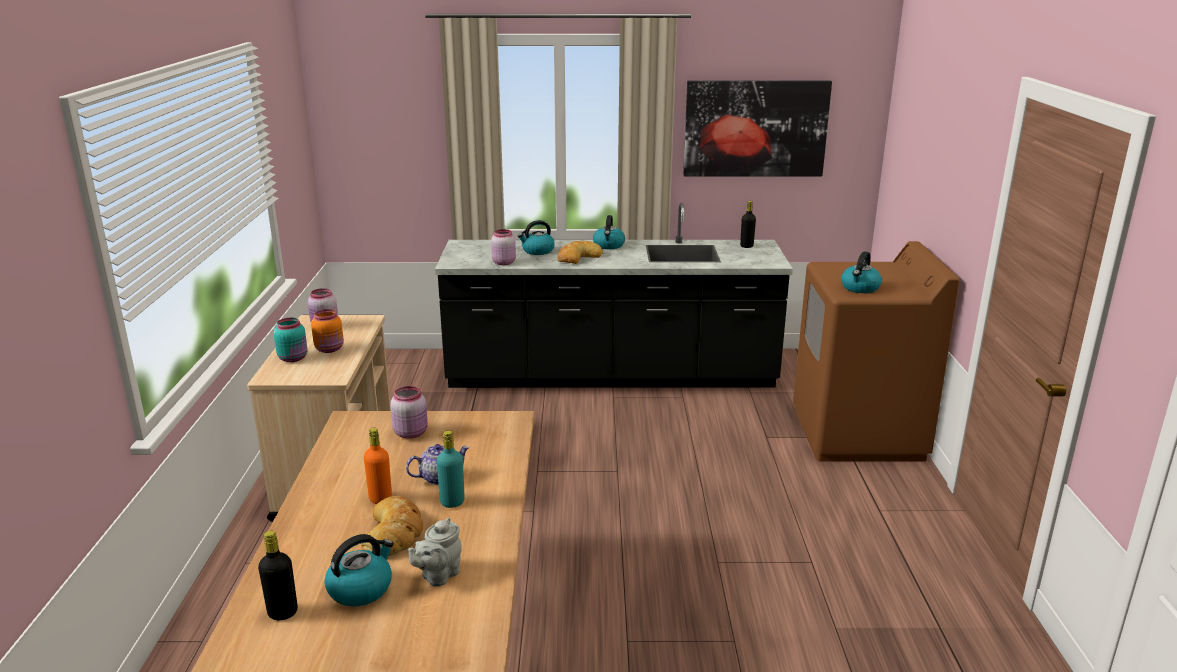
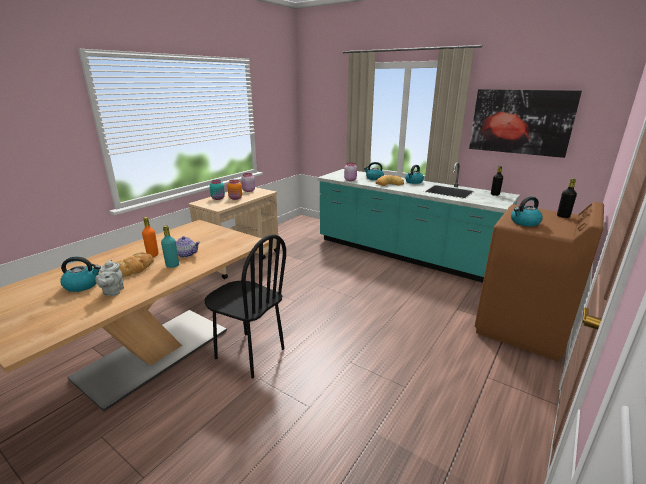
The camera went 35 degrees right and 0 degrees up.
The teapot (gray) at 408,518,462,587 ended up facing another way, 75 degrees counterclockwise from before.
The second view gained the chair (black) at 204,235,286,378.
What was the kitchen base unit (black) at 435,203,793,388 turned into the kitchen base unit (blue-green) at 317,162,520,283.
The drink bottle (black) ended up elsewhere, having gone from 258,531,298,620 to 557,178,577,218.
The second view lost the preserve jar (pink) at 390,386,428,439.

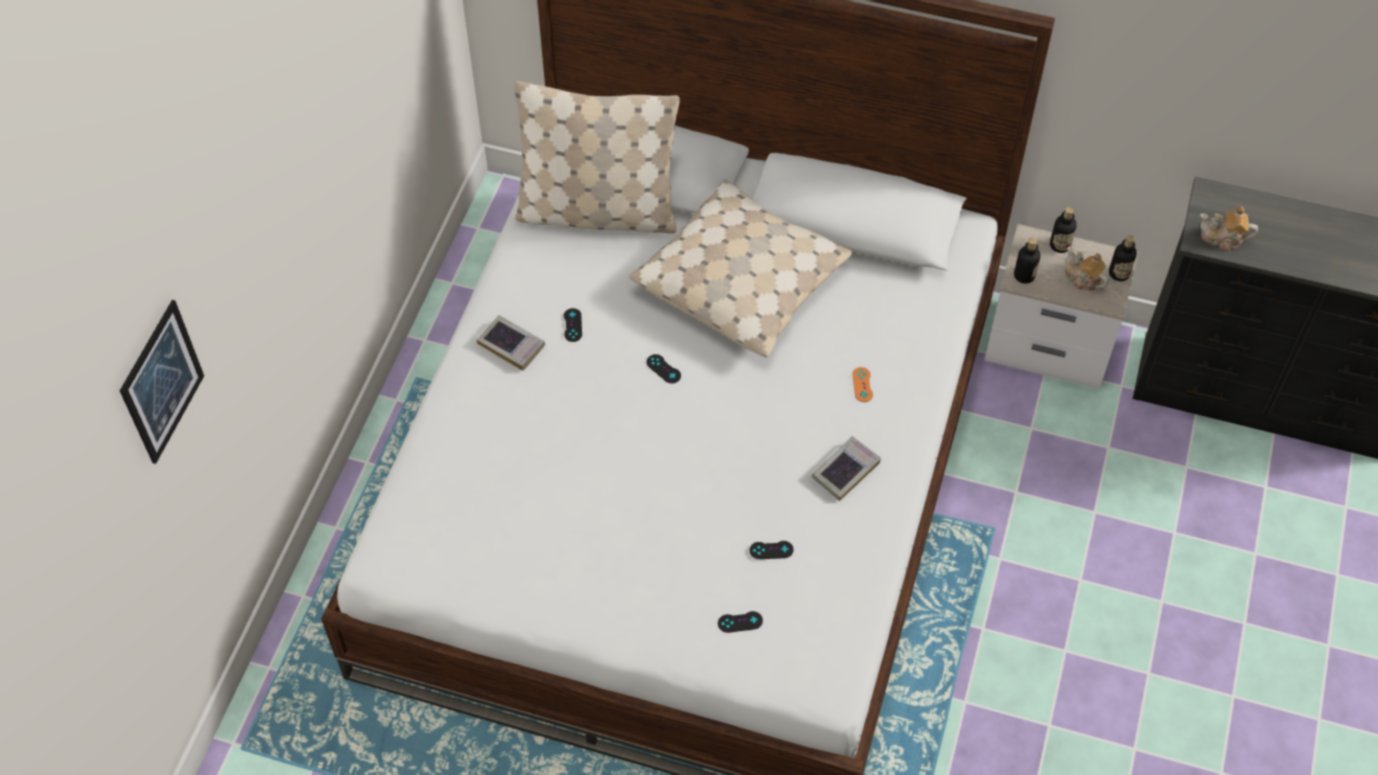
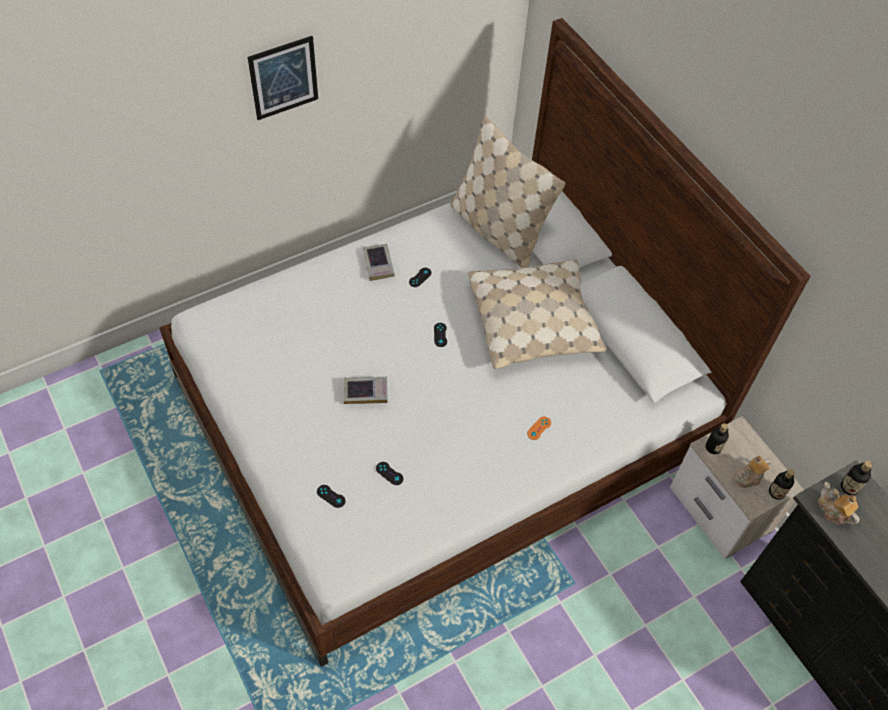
The camera went 40 degrees right and 0 degrees up.
The wall picture ended up elsewhere, having gone from 120,300,204,464 to 248,36,318,120.
The volume ended up elsewhere, having gone from 811,436,881,501 to 344,377,387,404.
The teapot at 1065,247,1109,291 ended up facing another way, 120 degrees counterclockwise from before.
The drink bottle ended up elsewhere, having gone from 1050,207,1077,253 to 841,461,873,495.

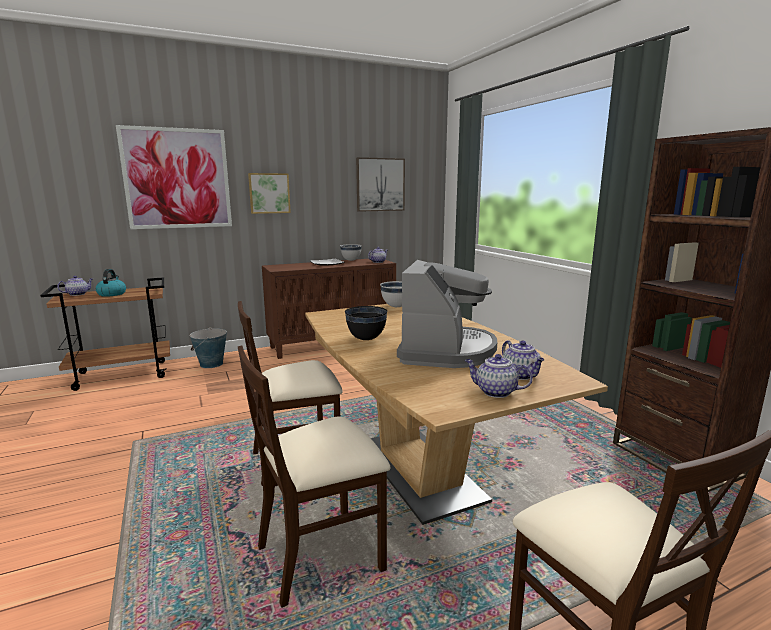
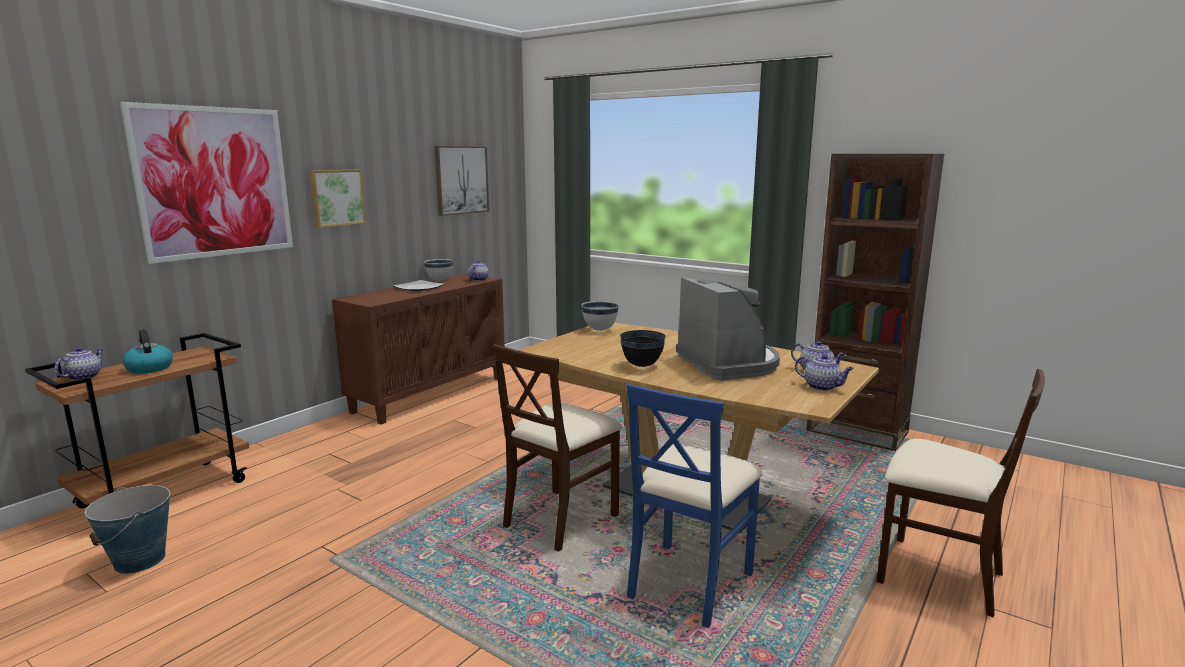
The camera went 30 degrees left and 0 degrees up.
The water bucket ended up elsewhere, having gone from 189,327,227,368 to 85,485,170,574.
What was the chair (beige) at 238,345,391,608 turned into the chair (bluish) at 627,384,763,628.
The teapot at 465,354,533,398 ended up facing another way, 135 degrees counterclockwise from before.

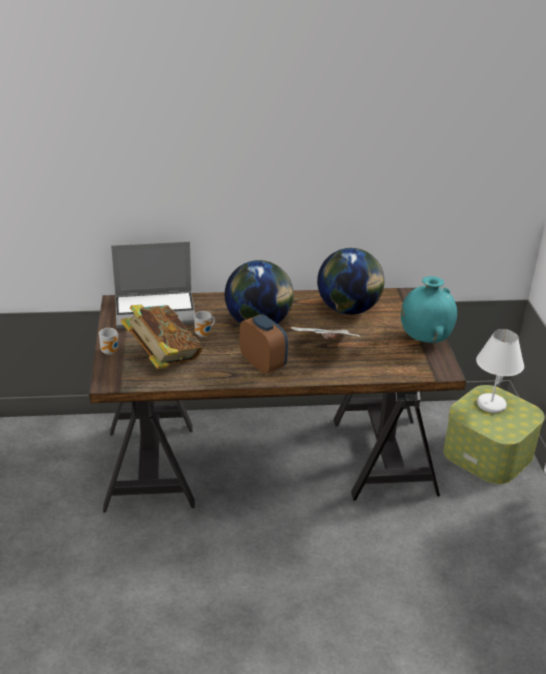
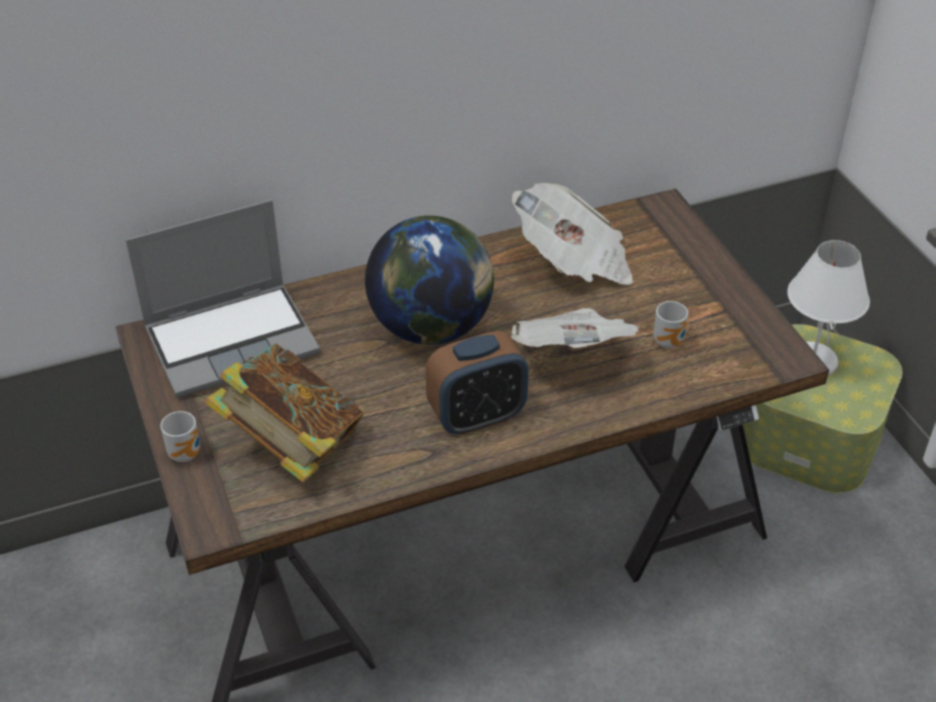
The camera went 15 degrees left and 10 degrees up.
The table clock at 240,314,288,374 ended up facing another way, 120 degrees clockwise from before.
Where the desk globe stood at 317,248,385,315, the daily paper came to stand at 512,183,633,285.
The coffee mug ended up elsewhere, having gone from 194,311,215,337 to 654,301,688,348.
The second view lost the decorative vase (blue-green) at 401,276,457,343.

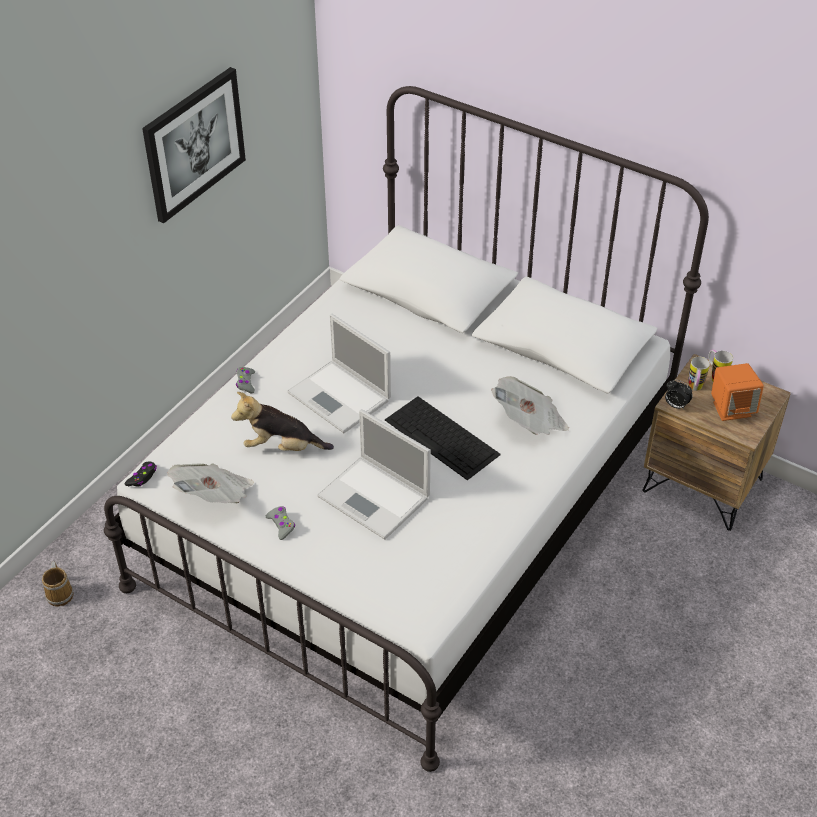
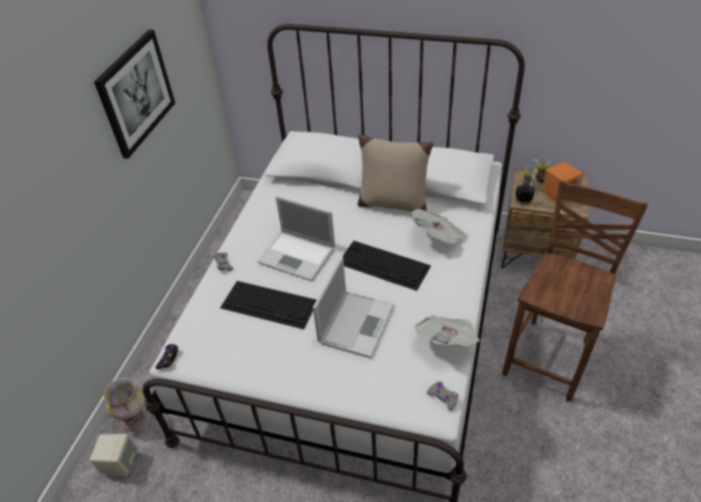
The camera went 15 degrees left and 0 degrees up.
Where the coffee mug stood at 42,561,74,606, the speaker (beige) came to stand at 89,434,138,477.
The second view gained the decorative vase at 104,378,151,432.
Where the plush toy stood at 231,392,334,451, the PC keyboard came to stand at 220,281,316,329.
The laptop at 317,409,431,540 ended up facing another way, 90 degrees counterclockwise from before.
The second view gained the pillow (beige) at 358,134,433,212.
The daily paper ended up elsewhere, having gone from 167,463,254,504 to 415,315,480,346.
The game controller (gray) ended up elsewhere, having gone from 266,506,295,540 to 427,381,458,411.
The second view gained the chair (brownish) at 502,180,649,402.

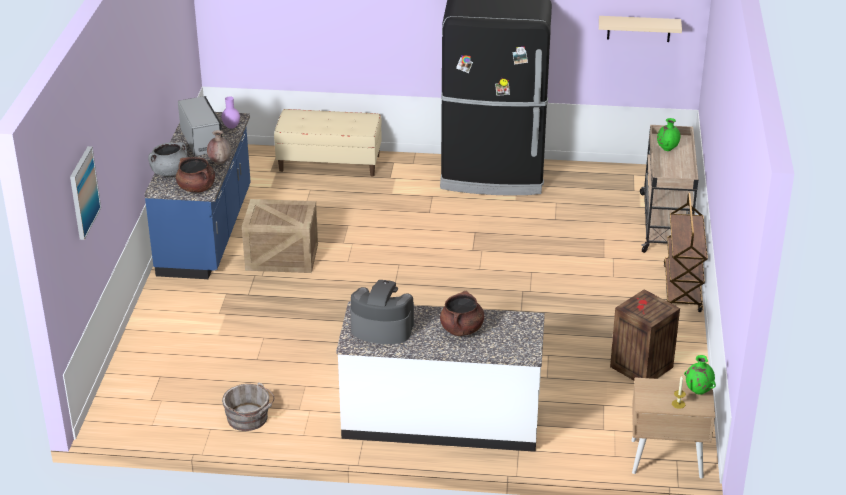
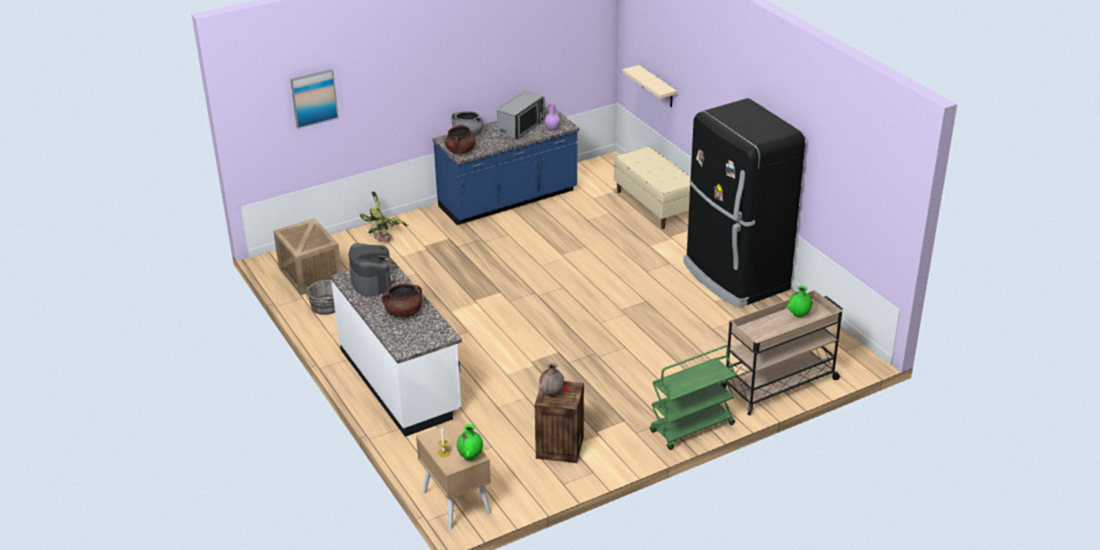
The camera went 55 degrees right and 0 degrees up.
The shipping crate ended up elsewhere, having gone from 242,199,318,273 to 273,218,342,295.
The second view gained the plant in a pot at 359,191,409,242.
The decorative vase (brownish) ended up elsewhere, having gone from 207,130,231,165 to 539,362,564,396.
The wall shelf (beige) ended up elsewhere, having gone from 599,16,682,42 to 622,65,677,107.
What was the trolley (brownish) at 664,193,708,312 turned into the trolley (green-coloured) at 650,345,736,450.

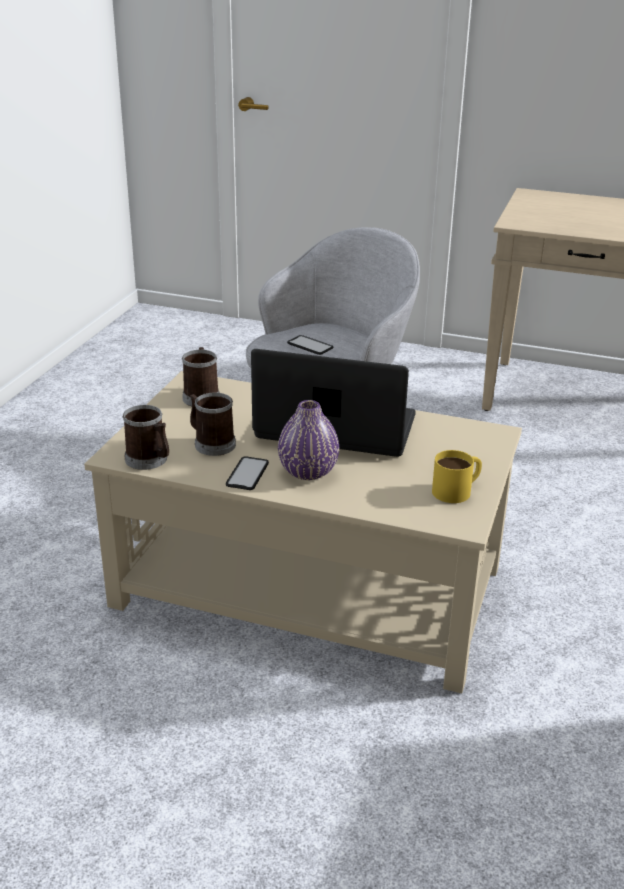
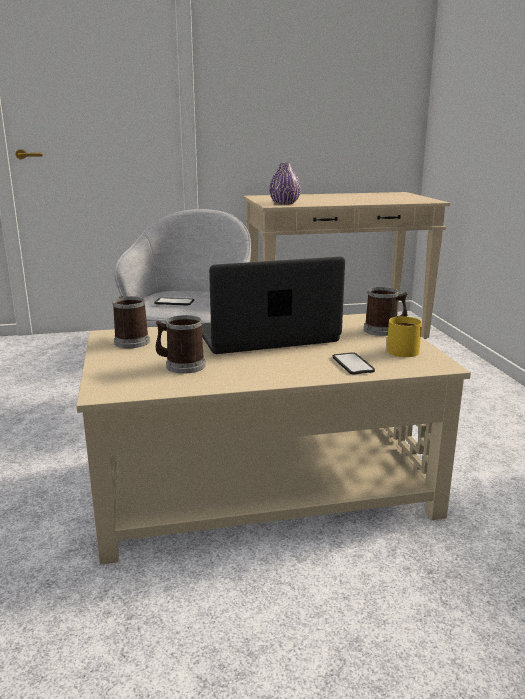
The camera went 30 degrees left and 10 degrees down.
The decorative vase (purple-coloured) ended up elsewhere, having gone from 278,400,339,480 to 269,163,301,205.
The phone ended up elsewhere, having gone from 226,456,269,490 to 333,352,375,374.
The coffee mug ended up elsewhere, having gone from 122,405,169,470 to 364,287,407,336.

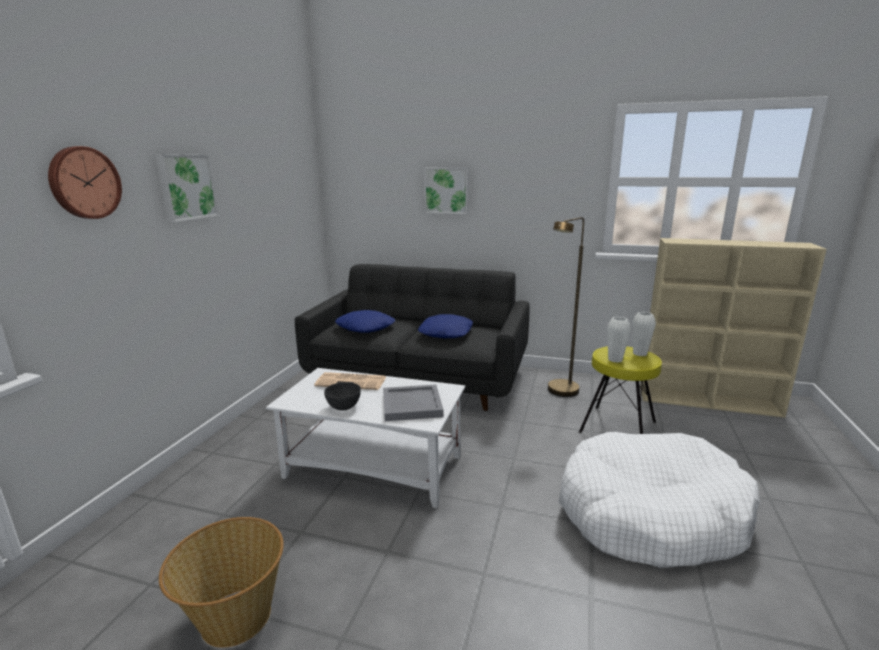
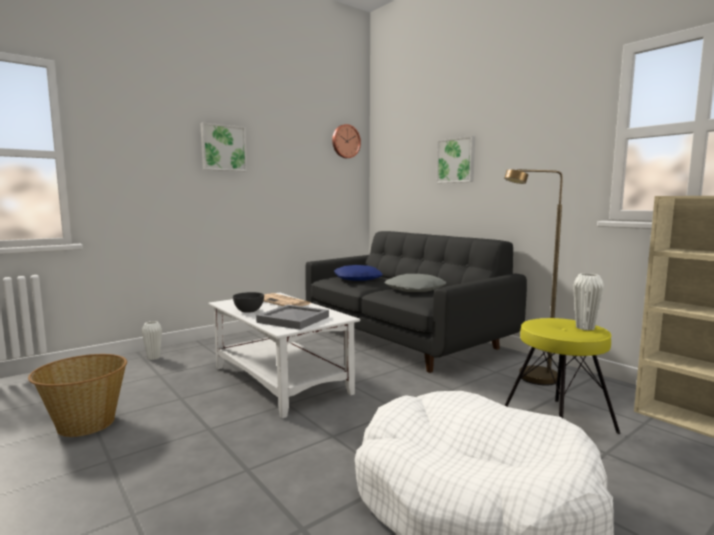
The camera went 35 degrees right and 10 degrees down.
The decorative vase (white) ended up elsewhere, having gone from 607,317,631,363 to 142,321,162,360.
The hanging clock ended up elsewhere, having gone from 48,146,122,219 to 332,124,361,158.
What was the pillow (bluish) at 418,314,473,338 turned into the pillow (gray) at 385,274,446,292.

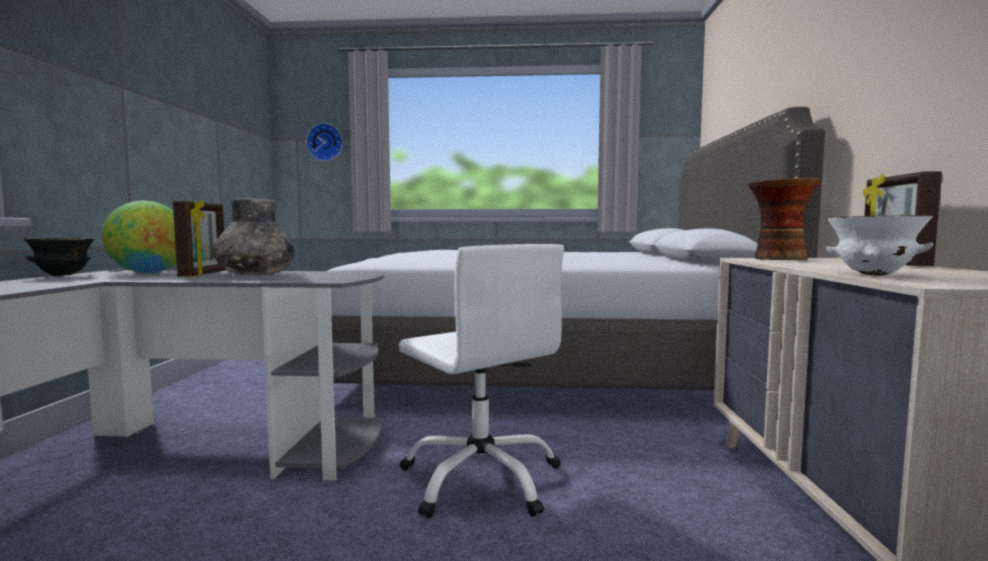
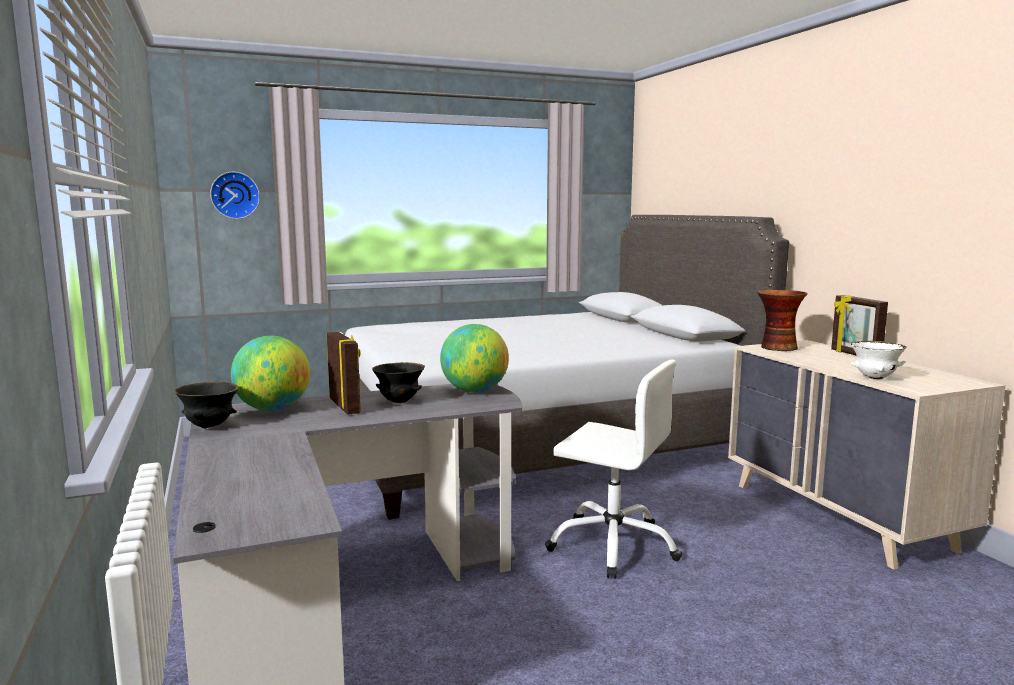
The camera went 25 degrees left and 5 degrees up.
Where the decorative vase (gray) stood at 213,198,294,275, the deep dish (black) came to stand at 372,362,425,403.
The second view gained the desk globe at 440,324,509,392.

